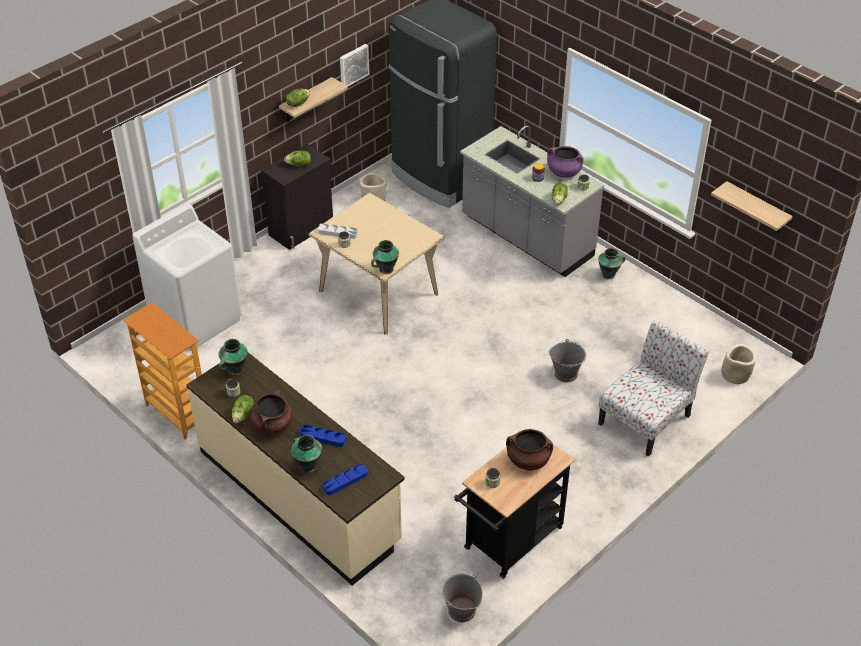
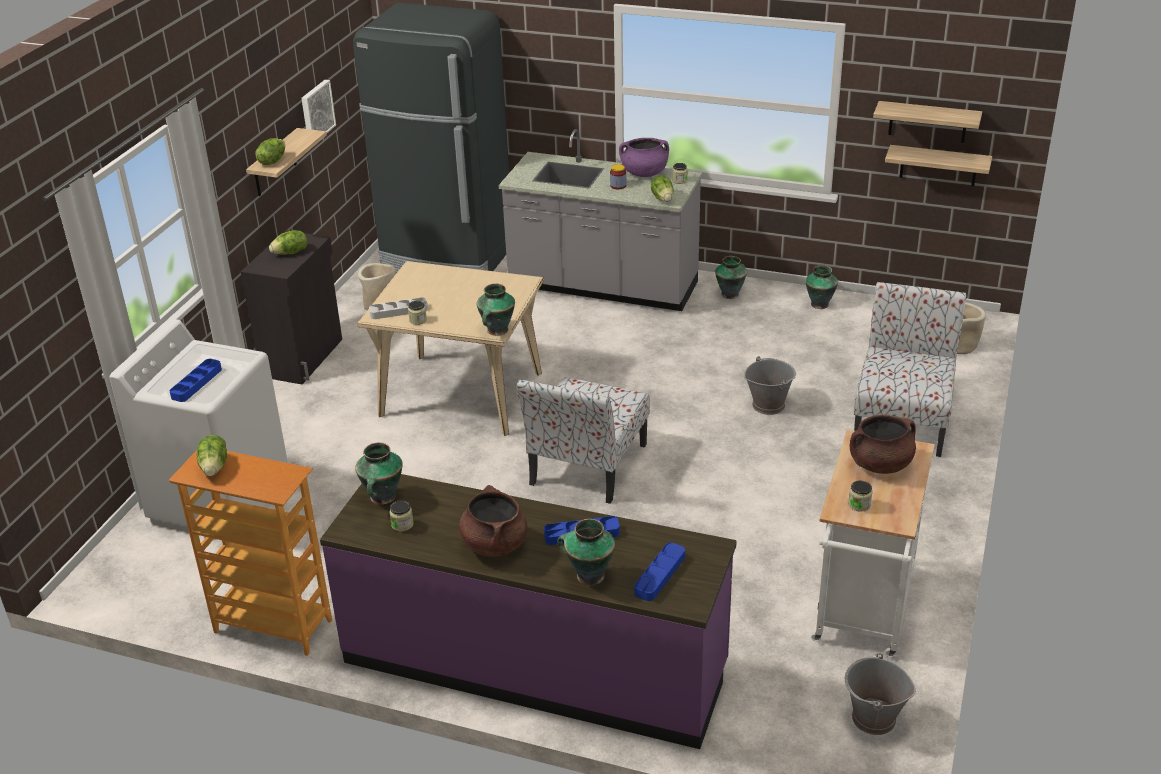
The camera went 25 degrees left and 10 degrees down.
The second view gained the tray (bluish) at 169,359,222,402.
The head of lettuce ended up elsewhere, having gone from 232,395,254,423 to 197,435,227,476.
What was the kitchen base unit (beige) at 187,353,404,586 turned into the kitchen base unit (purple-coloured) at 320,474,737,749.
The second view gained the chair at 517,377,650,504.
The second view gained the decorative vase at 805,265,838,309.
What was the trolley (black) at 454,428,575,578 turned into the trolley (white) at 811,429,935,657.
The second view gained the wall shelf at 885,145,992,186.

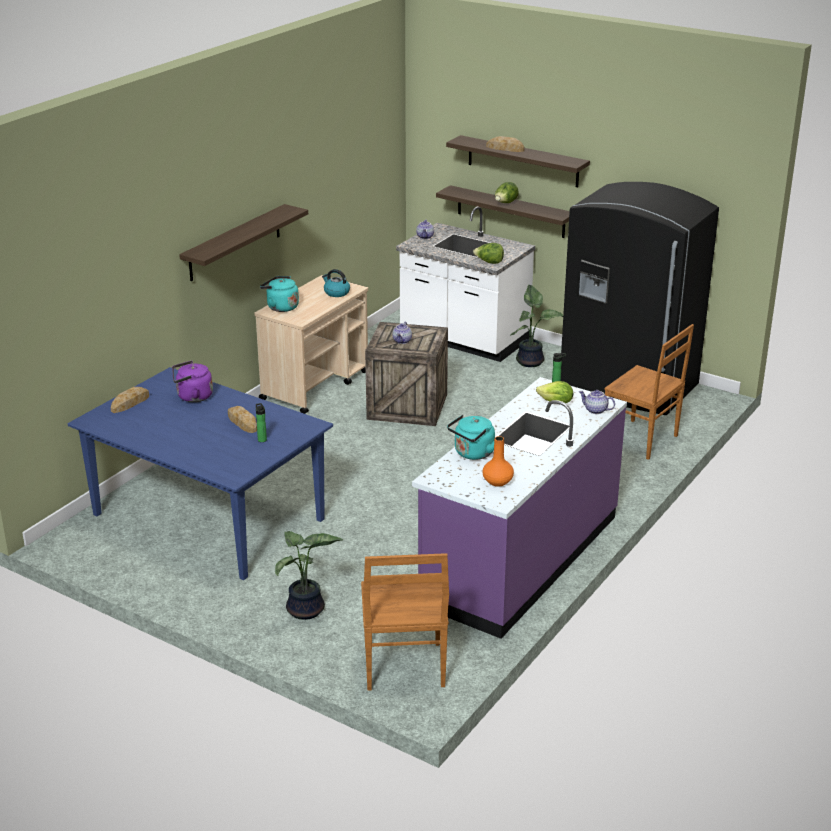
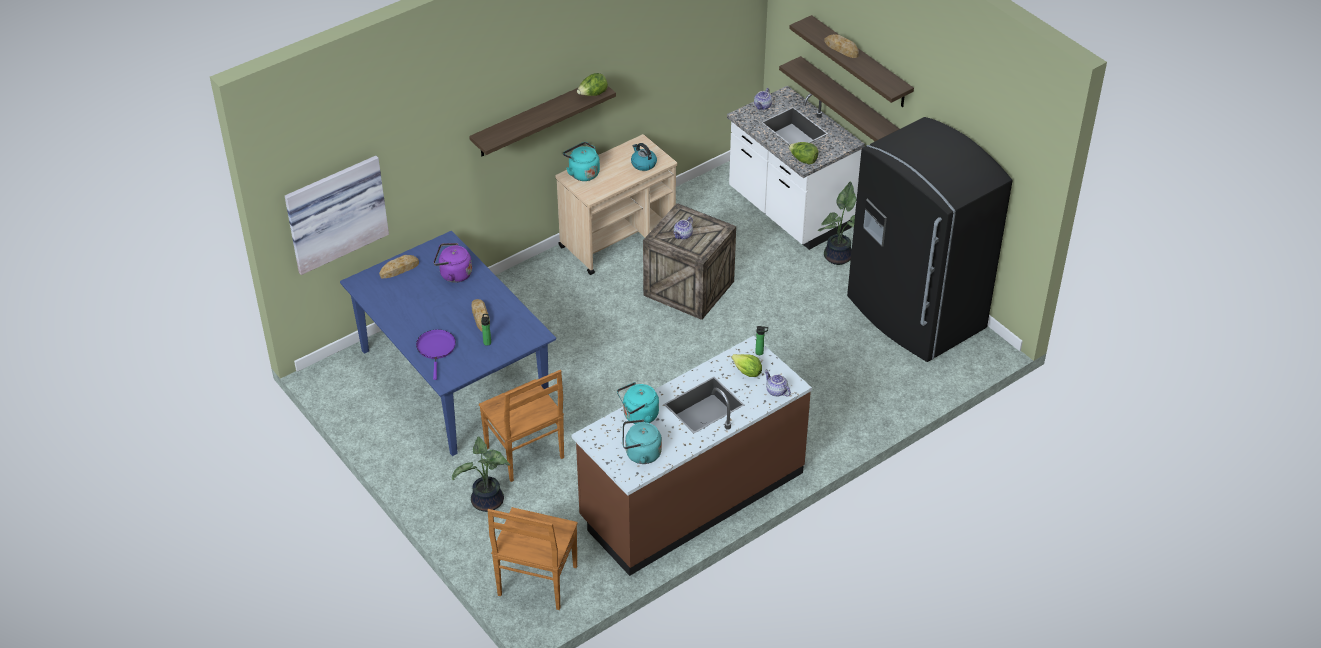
The camera went 20 degrees right and 15 degrees up.
The second view gained the wall picture at 285,156,389,275.
The second view gained the pan (purple-coloured) at 416,329,456,380.
The chair (brownish) ended up elsewhere, having gone from 604,324,694,460 to 479,370,564,482.
What was the kitchen base unit (purple-coloured) at 412,377,627,639 turned into the kitchen base unit (brownish) at 572,336,812,576.
The head of lettuce ended up elsewhere, having gone from 495,182,519,203 to 577,73,608,96.
Where the decorative vase (orange-coloured) stood at 482,436,514,487, the water kettle (blue-green) came to stand at 622,419,662,464.

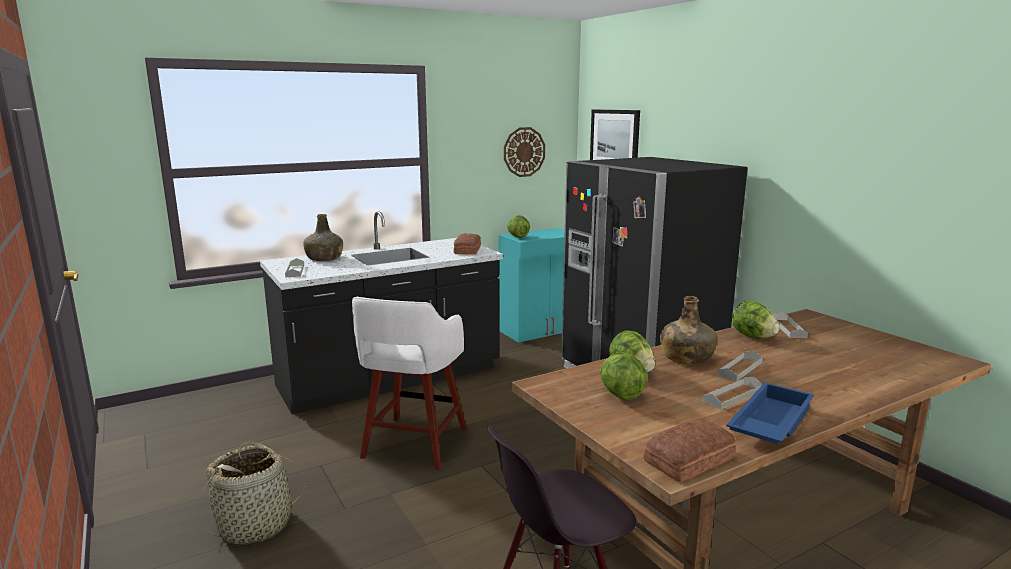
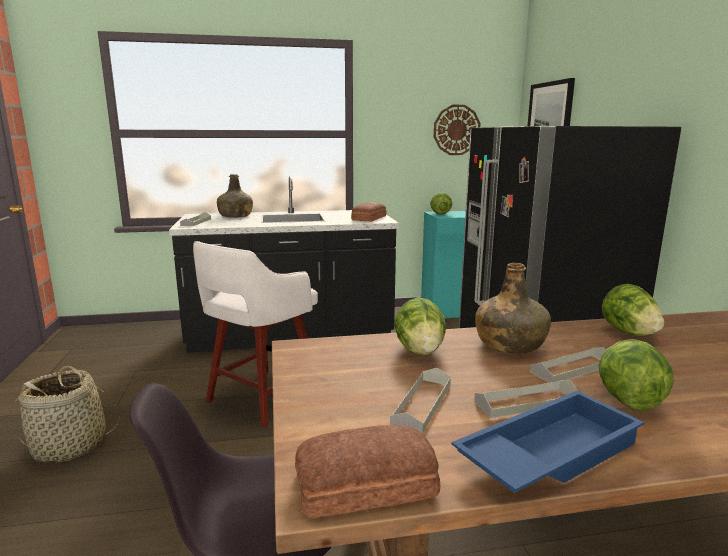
The camera went 20 degrees right and 0 degrees up.
The tray (gray) ended up elsewhere, having gone from 773,311,808,338 to 390,368,451,434.
The head of lettuce ended up elsewhere, having gone from 600,352,647,401 to 599,339,674,412.

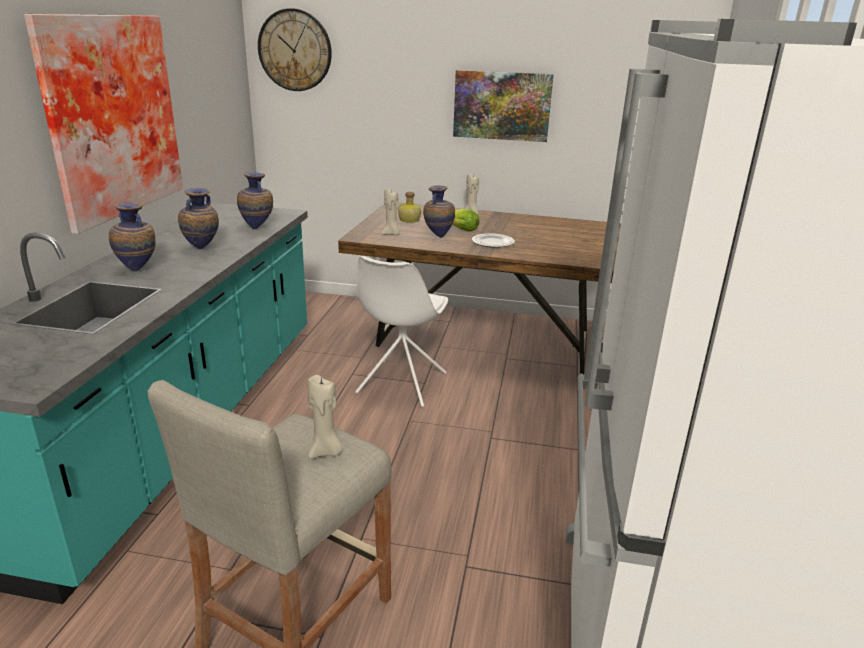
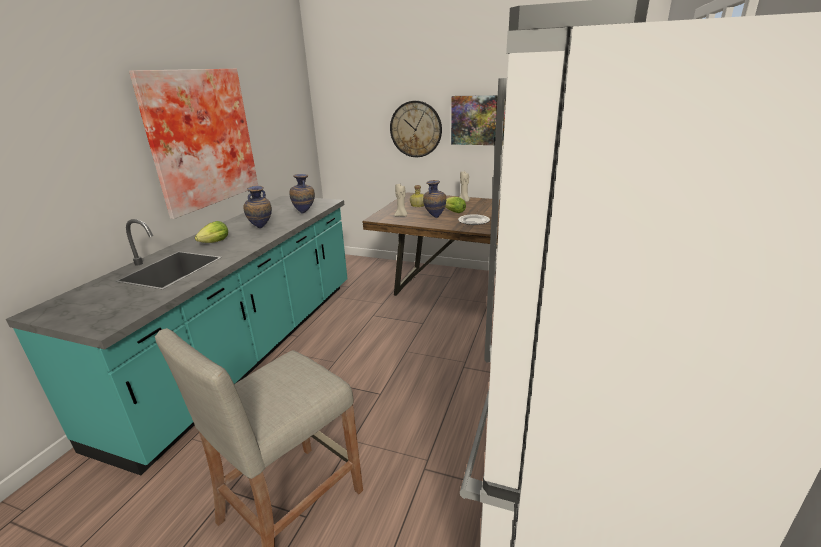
The camera went 10 degrees right and 0 degrees up.
Where the decorative vase stood at 109,203,156,272, the head of lettuce came to stand at 195,221,228,243.
The hanging clock ended up elsewhere, having gone from 258,8,332,91 to 390,101,442,157.
The second view lost the wax candle (beige) at 308,375,342,459.
The second view lost the chair (white) at 355,256,448,407.

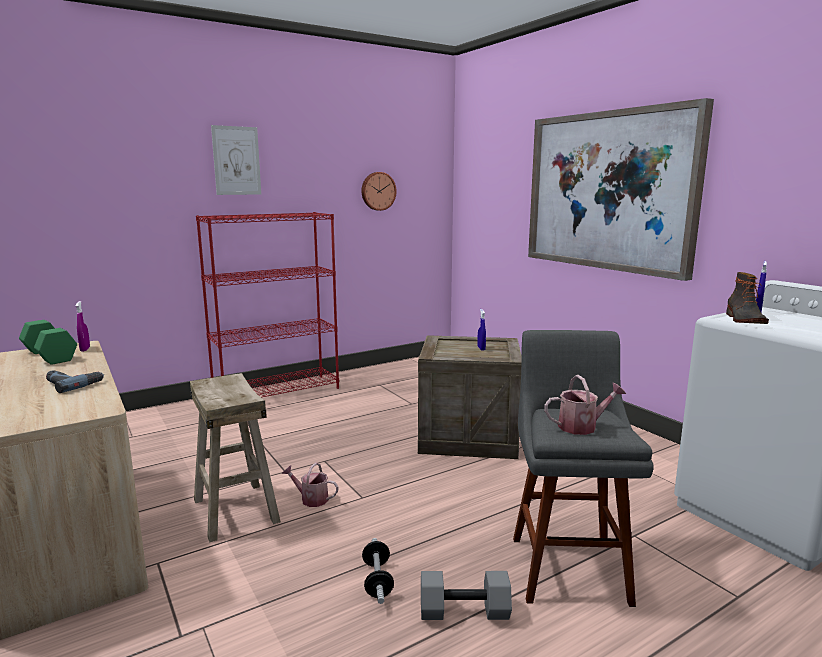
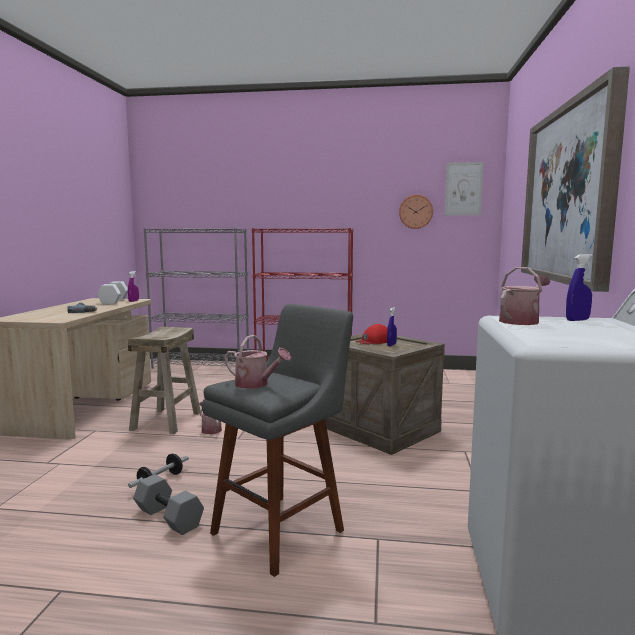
The camera went 40 degrees right and 5 degrees down.
What was the free weight (green-coloured) at 19,320,77,365 turned into the free weight (white) at 97,281,128,304.
The second view gained the shelving unit (gray) at 144,228,249,368.
The second view gained the peaked cap (red-coloured) at 355,324,388,344.
The wall picture ended up elsewhere, having gone from 211,125,261,195 to 445,162,484,215.
Where the boot stood at 726,272,769,324, the sprinkling can came to stand at 499,267,550,325.

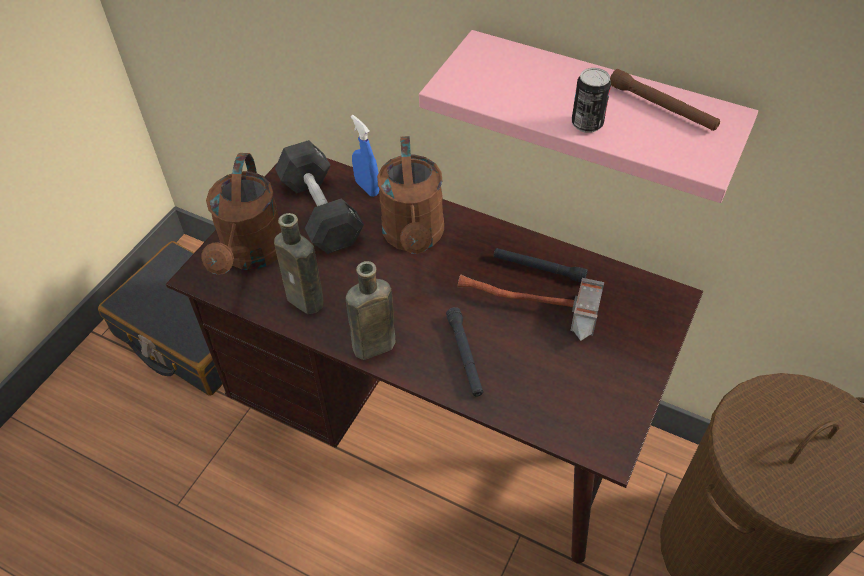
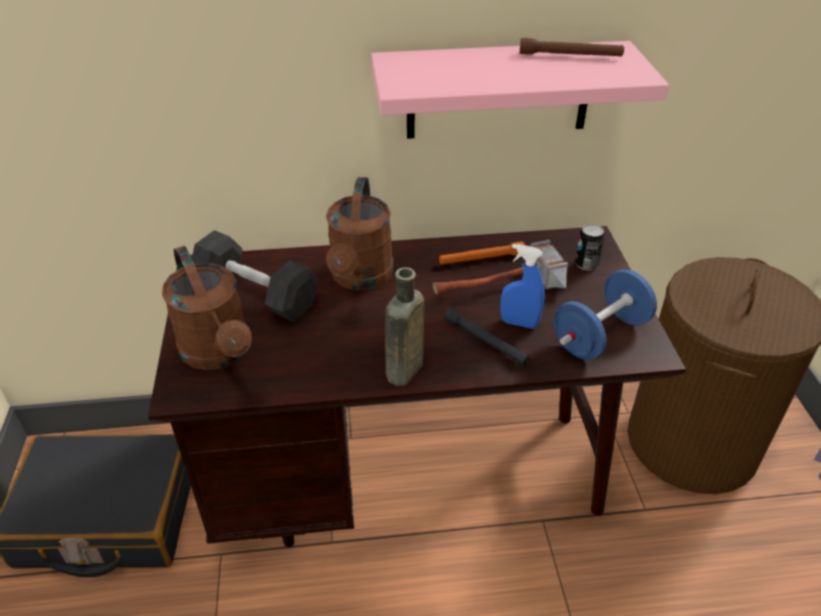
The camera went 35 degrees left and 10 degrees down.
The sprinkling can (brownish) at 377,136,444,254 ended up facing another way, 45 degrees clockwise from before.
What was the flashlight (black) at 494,248,588,282 turned into the flashlight (orange-coloured) at 439,241,525,265.
The hand sprayer (bluish) ended up elsewhere, having gone from 351,115,380,197 to 500,244,545,329.
The second view gained the free weight (bluish) at 554,269,657,360.
The can ended up elsewhere, having gone from 572,68,611,133 to 575,224,605,270.
The second view lost the drink bottle (brownish) at 274,213,324,314.

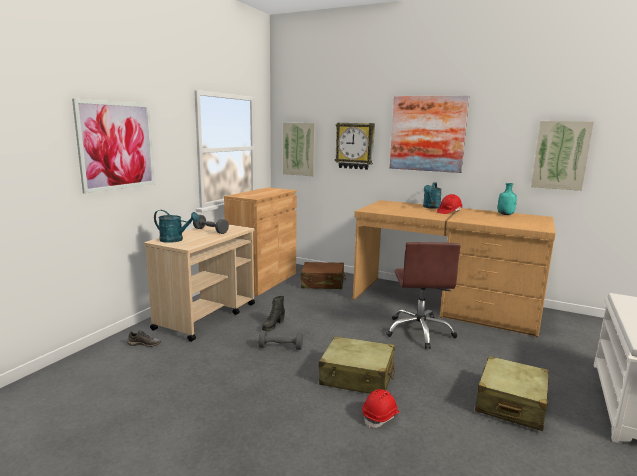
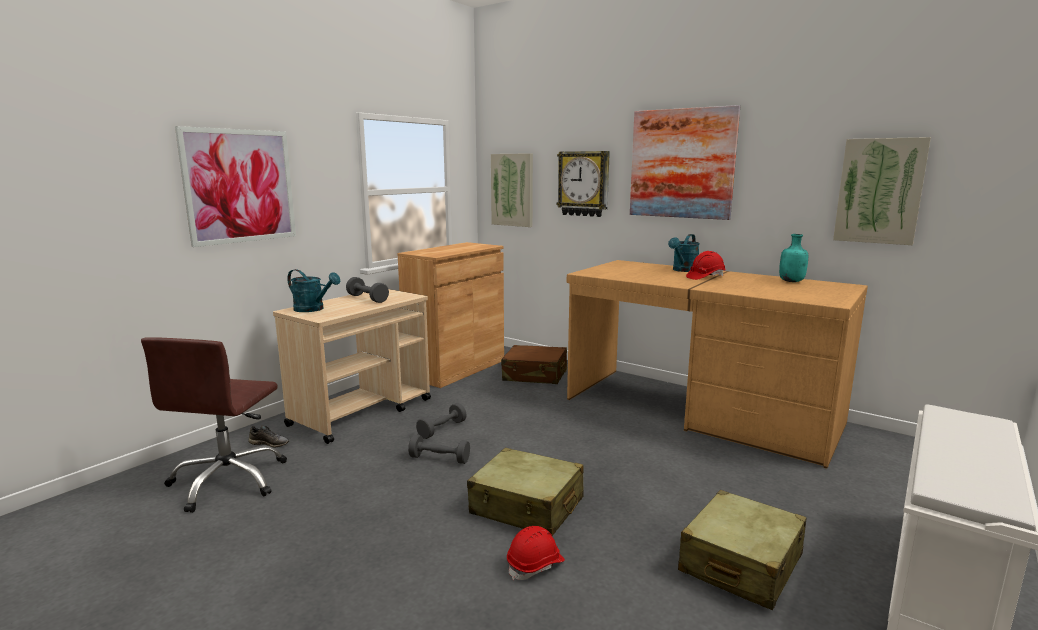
The camera went 10 degrees right and 0 degrees up.
The desk chair (brownish) ended up elsewhere, having gone from 386,242,461,349 to 141,337,287,513.
Where the boot (black) stood at 262,296,285,331, the free weight (gray) came to stand at 416,403,467,439.

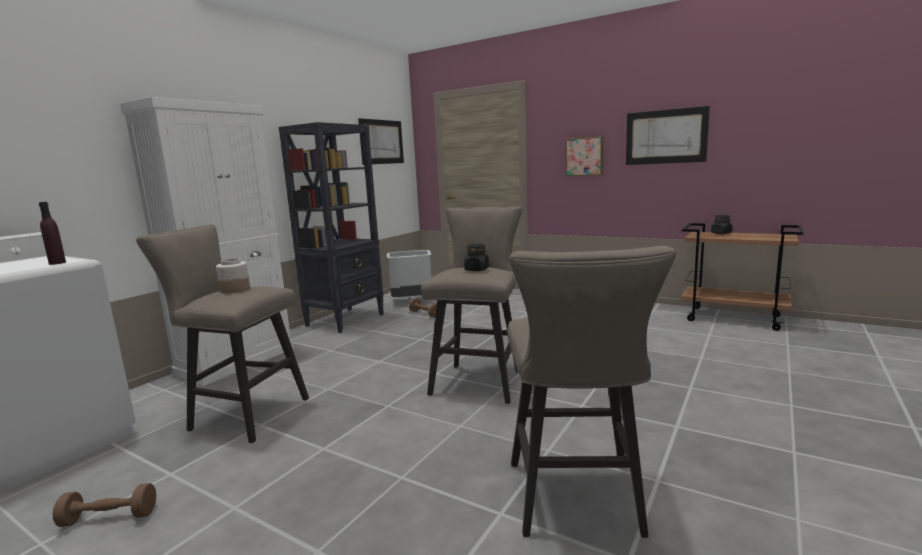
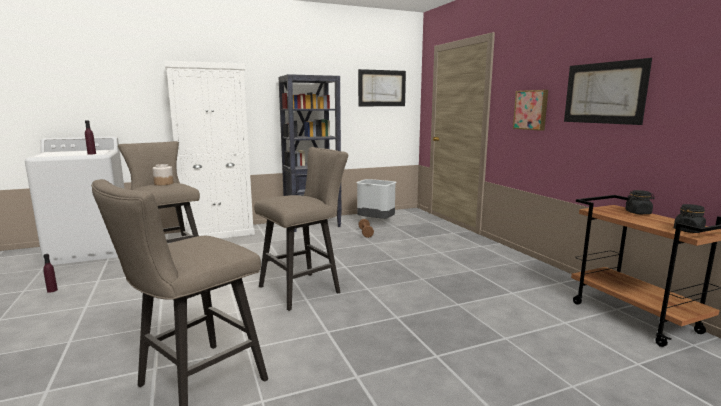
The camera went 35 degrees right and 0 degrees up.
Where the free weight (brownish) stood at 53,483,156,527, the drink bottle (purple-coloured) came to stand at 43,254,58,293.
The preserve jar (black) ended up elsewhere, having gone from 464,243,489,271 to 674,204,706,233.

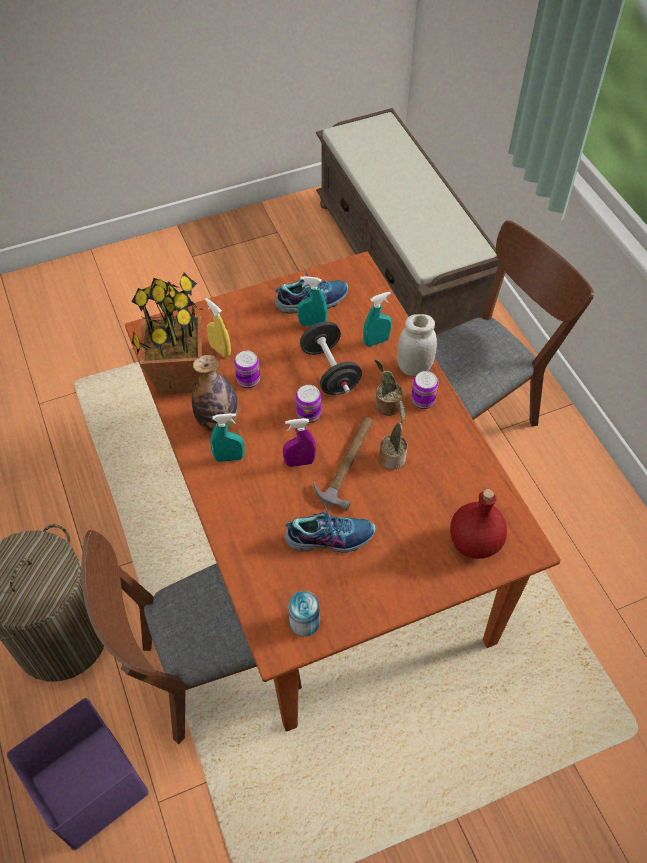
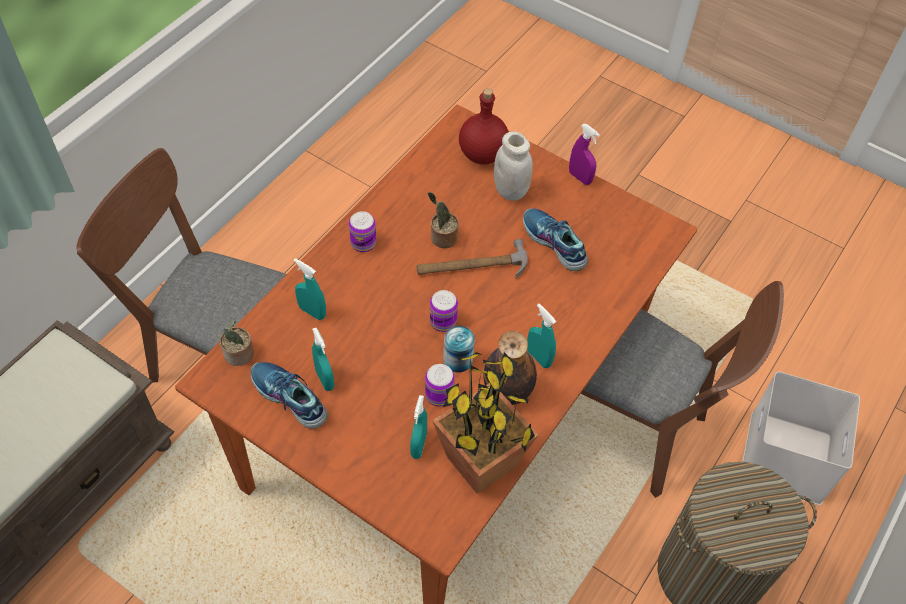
The camera went 125 degrees left and 0 degrees up.
The plant in a pot ended up elsewhere, having gone from 374,359,403,416 to 220,319,254,366.
What was the hand sprayer (yellow) at 205,298,231,357 turned into the hand sprayer (blue-green) at 410,395,427,459.
The can ended up elsewhere, having gone from 288,591,320,636 to 443,326,475,373.
The preserve jar (white) ended up elsewhere, having gone from 397,314,437,376 to 494,131,533,201.
The hand sprayer (purple-coloured) ended up elsewhere, having gone from 283,418,316,467 to 569,124,600,185.
What was the storage bin (purple-coloured) at 7,698,149,850 turned into the storage bin (white) at 742,371,860,505.
The second view lost the free weight (black) at 300,321,362,395.

